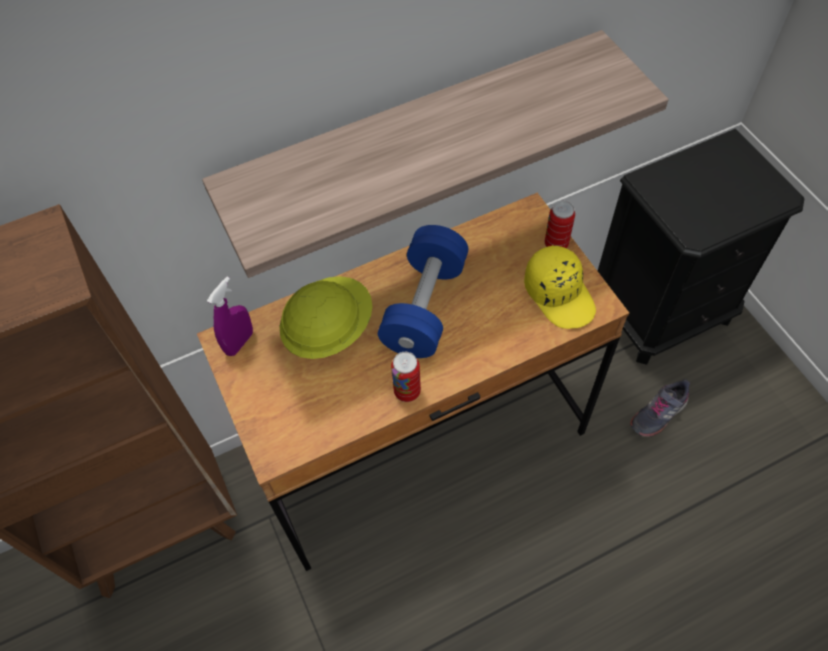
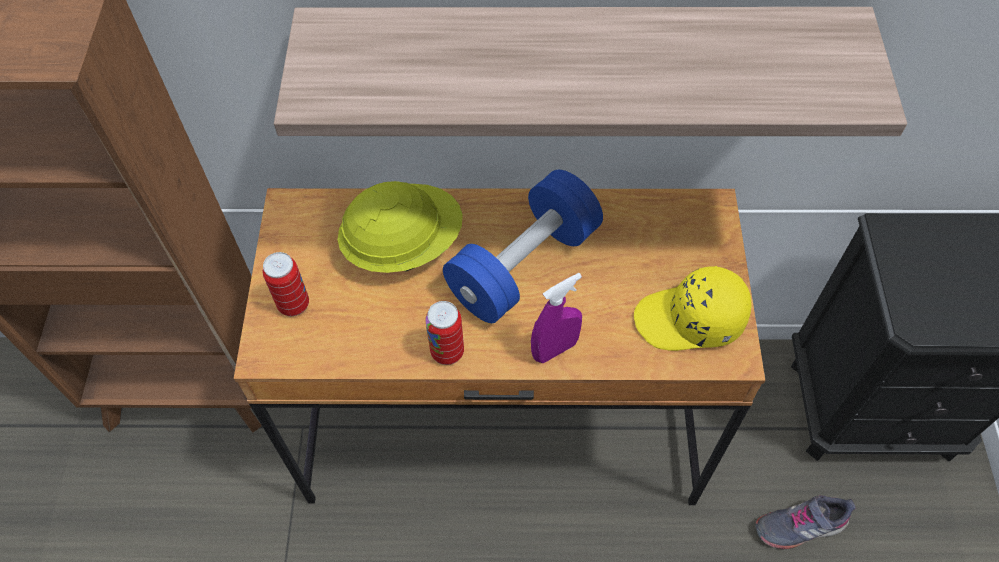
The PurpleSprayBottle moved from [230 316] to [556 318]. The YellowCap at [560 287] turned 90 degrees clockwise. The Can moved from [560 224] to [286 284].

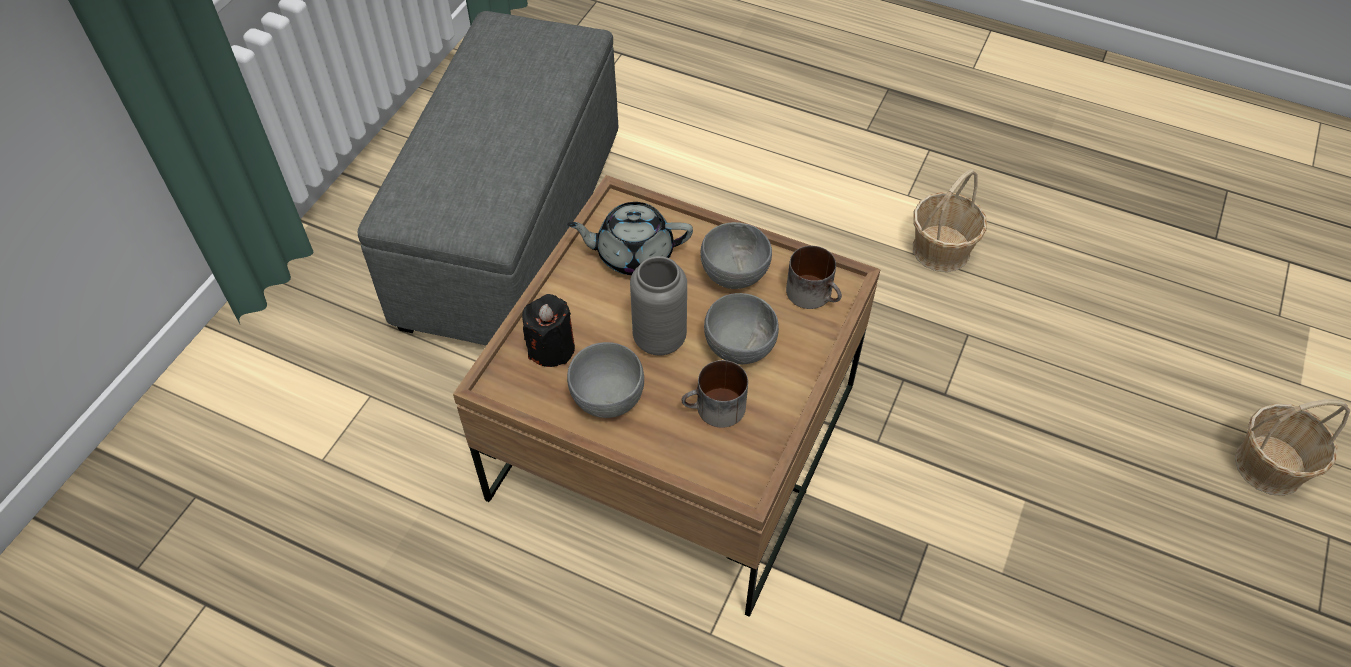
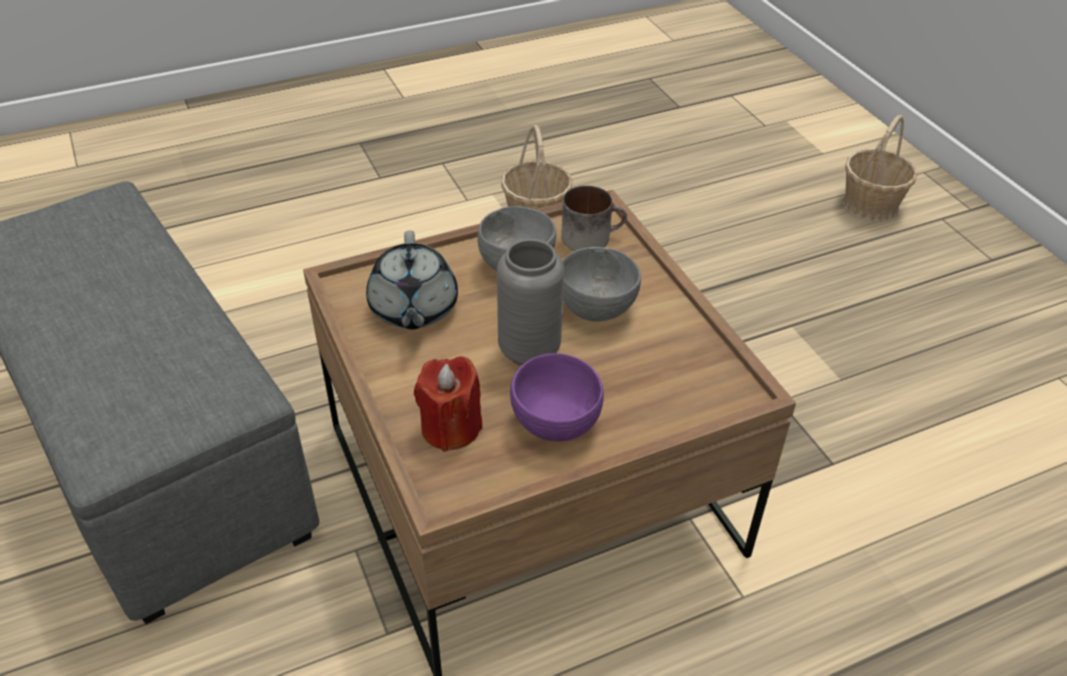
The BlackCandle at [548 330] became the RedCandle at [448 404]. The GreyTeapot at [630 238] turned 45 degrees counterclockwise. The GreyBowl at [605 380] became the PurpleBowl at [557 397]. The Mug at [715 394] disappeared.

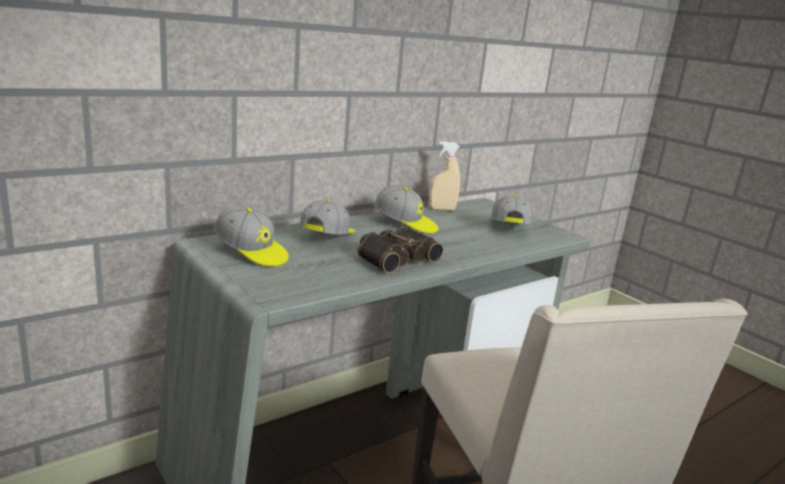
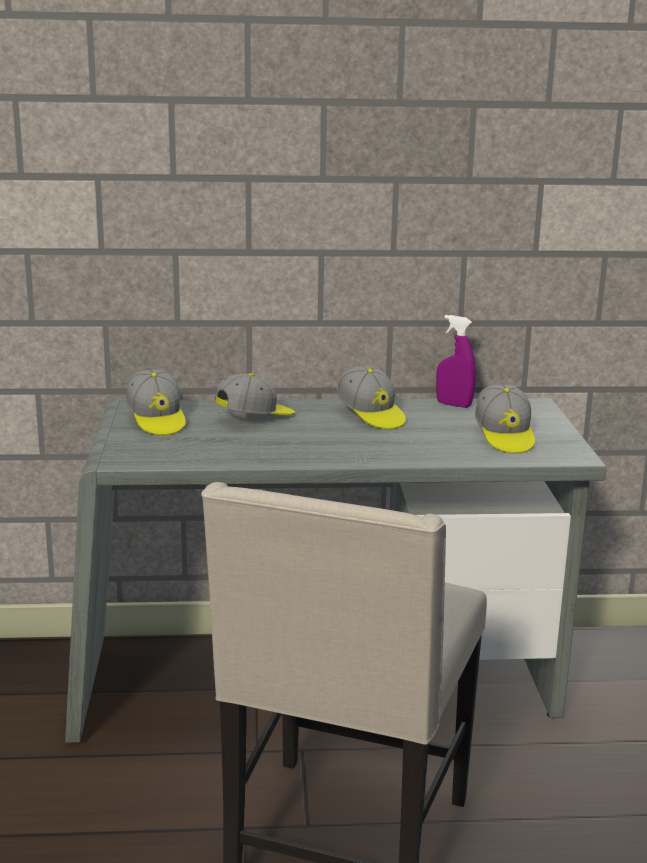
The Binoculars at [400 250] disappeared. The BeigeSprayBottle at [444 176] became the PurpleSprayBottle at [456 361]. The Cap at [512 209] turned 135 degrees clockwise.

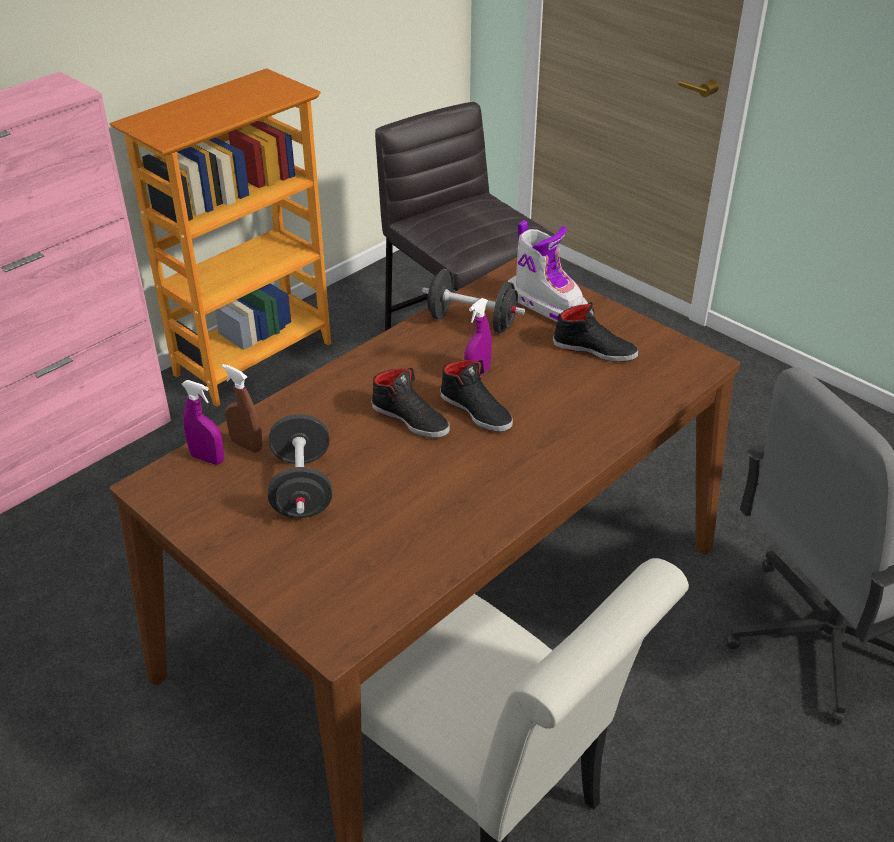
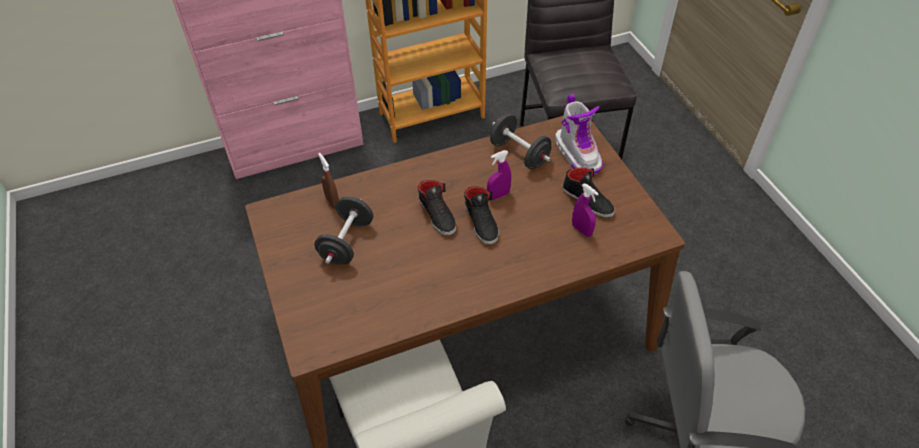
The PurpleSprayBottle moved from [203 422] to [585 210].

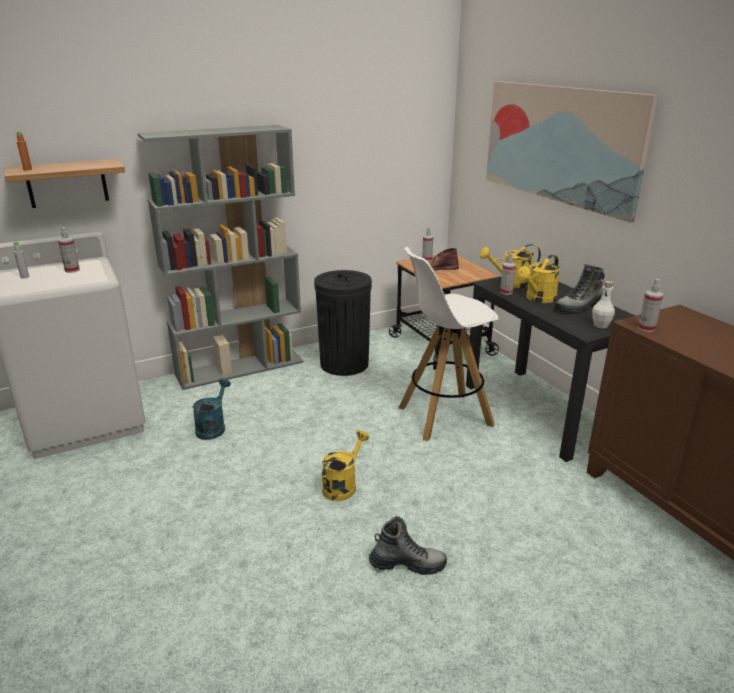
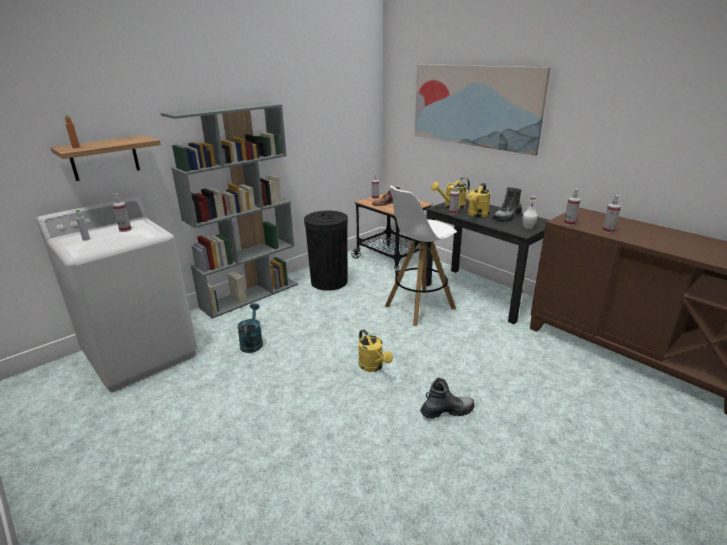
The YellowWateringCan at [345 465] turned 135 degrees clockwise. The SprayBottle at [611 214] appeared.

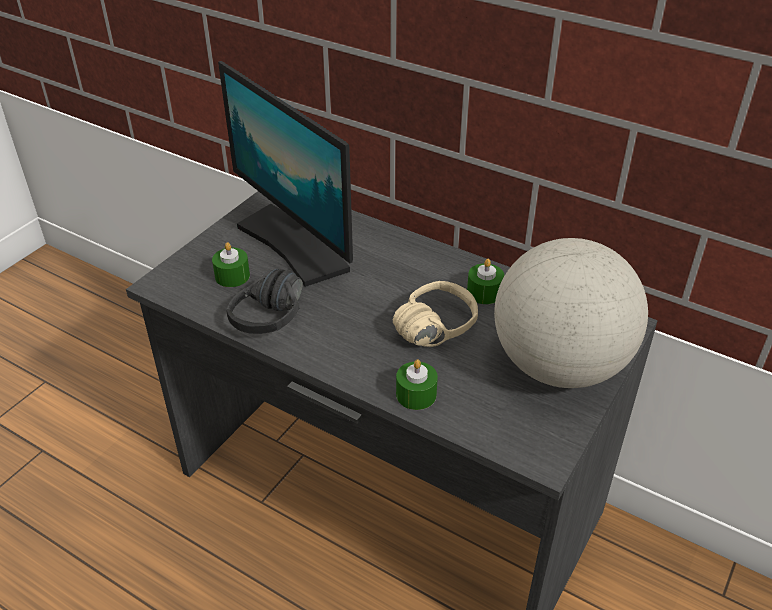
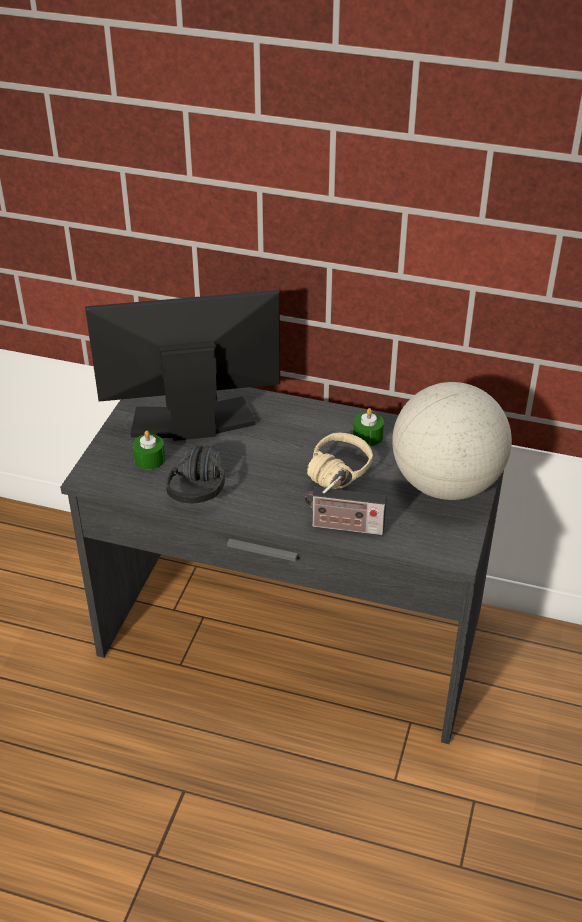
The Monitor at [285 174] turned 135 degrees clockwise. The GreenCandle at [417 384] was replaced by the Radio at [346 505].

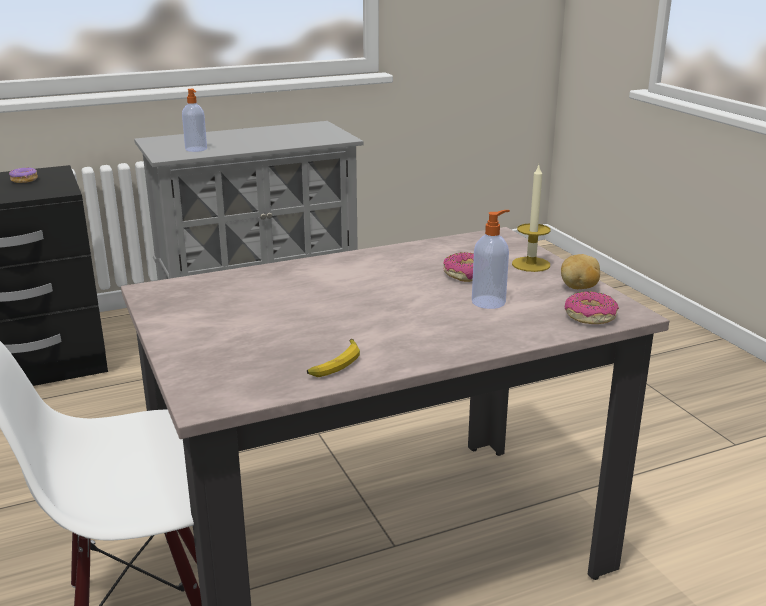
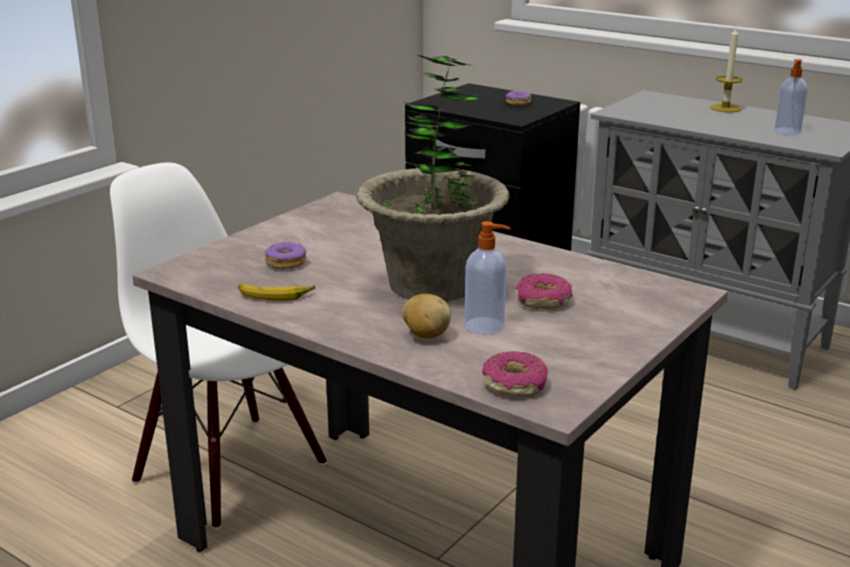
The SoapDispenser moved from [194 120] to [791 97]. The Candle moved from [531 218] to [726 69]. The Potato moved from [580 271] to [426 316]. The Donut at [285 255] appeared. The PottedPlant at [433 178] appeared.

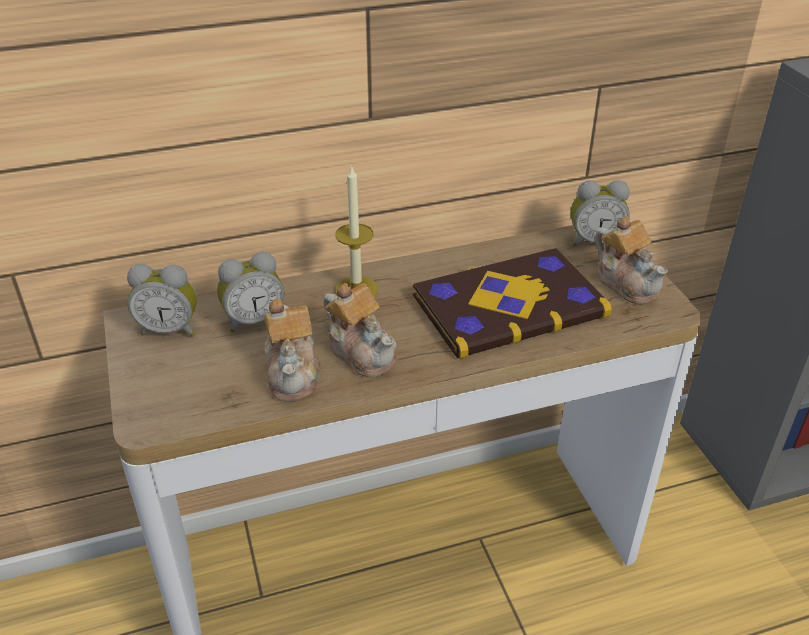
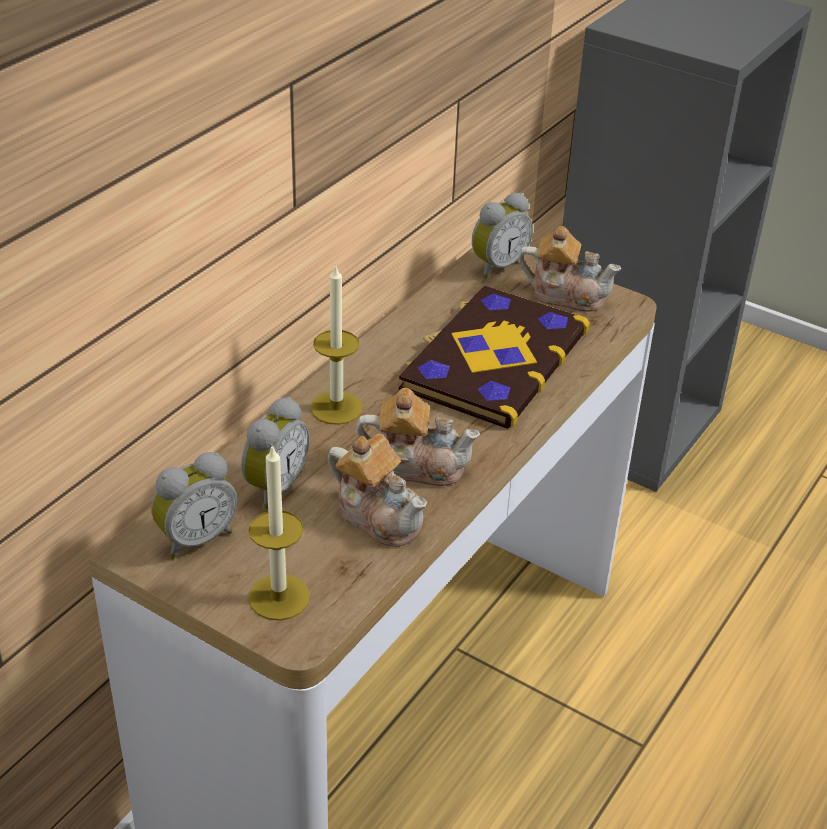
The Candle at [279 533] appeared.

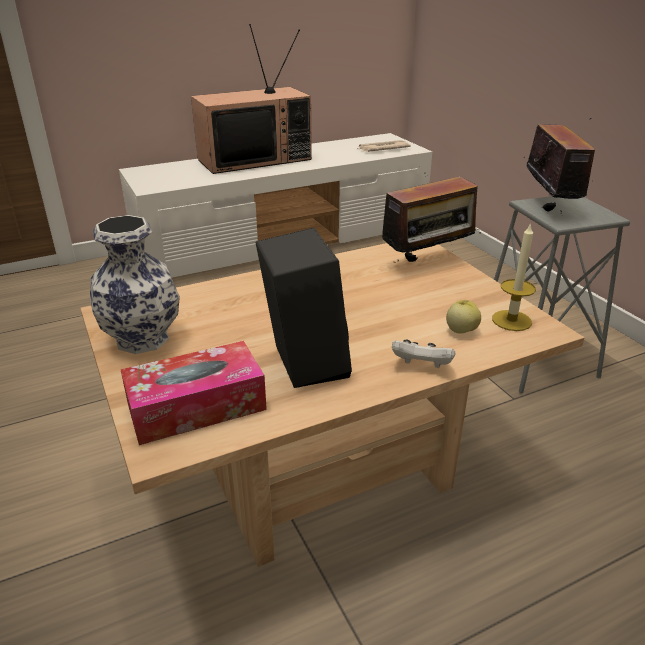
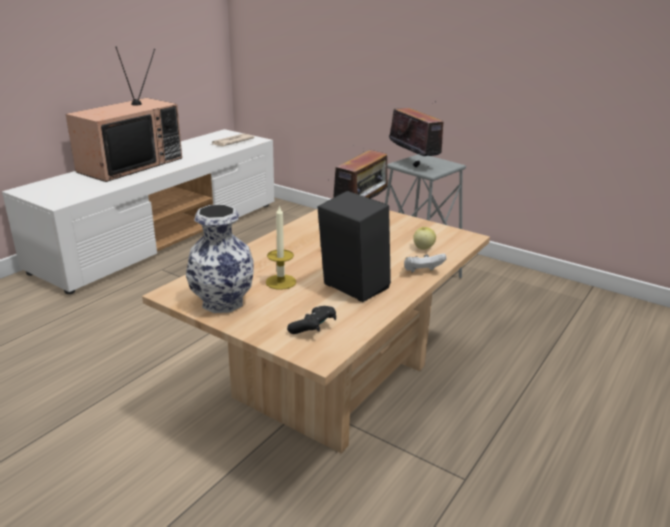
The TissueBox at [193 393] was replaced by the BlackGameController at [311 320]. The Candle moved from [514 276] to [281 247].

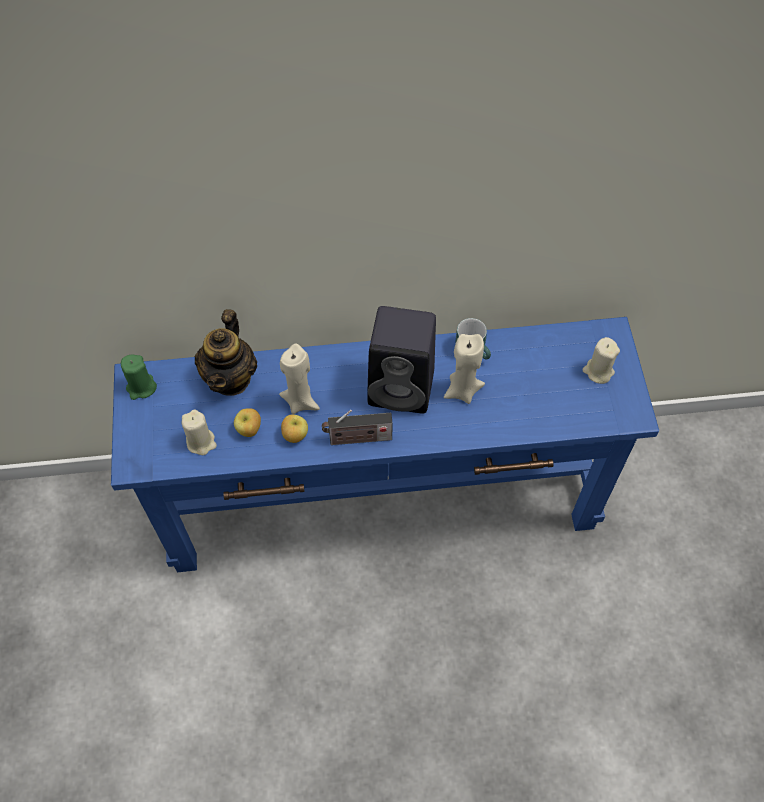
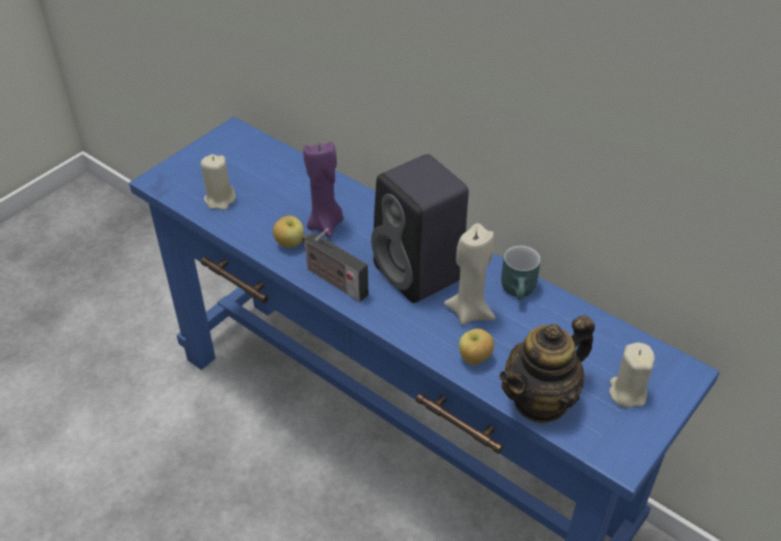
The GreenCandle at [139 377] disappeared. The Teapot moved from [226 352] to [547 369]. The Apple moved from [247 422] to [476 347]. The BeigeCandle at [299 378] became the PurpleCandle at [323 190].

